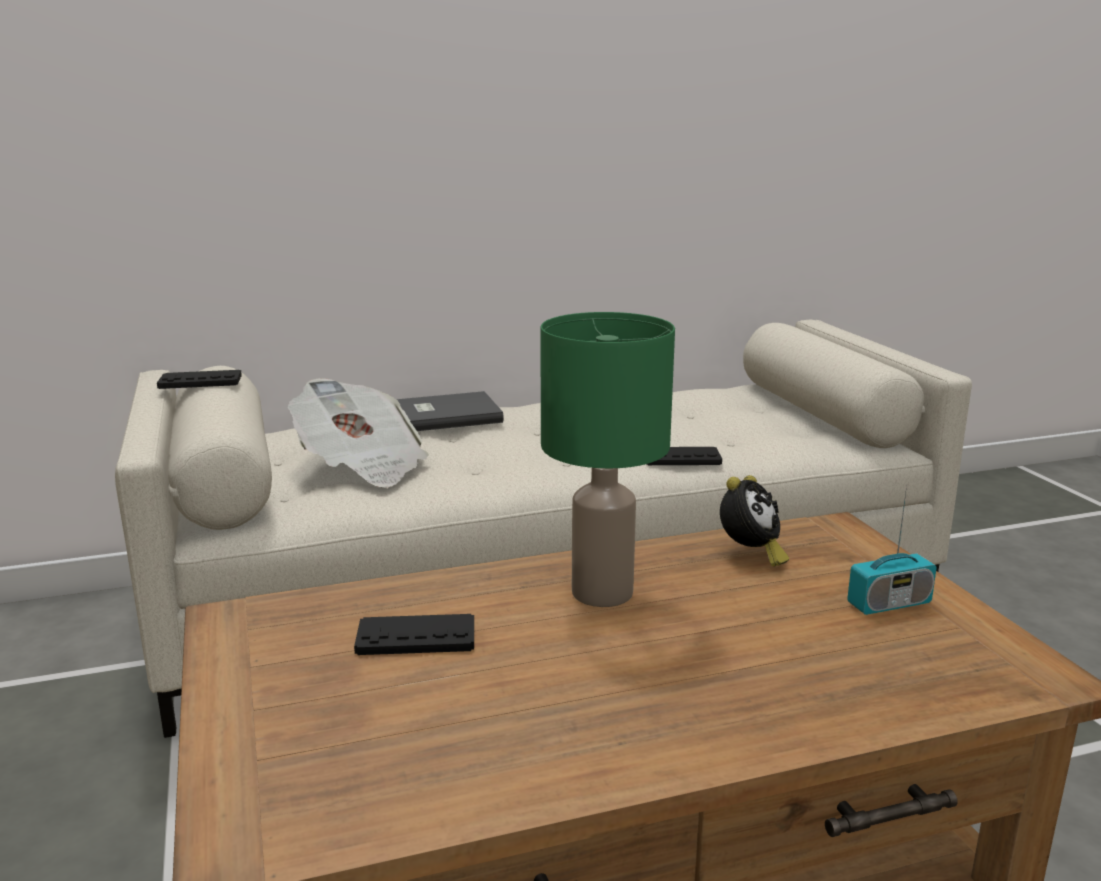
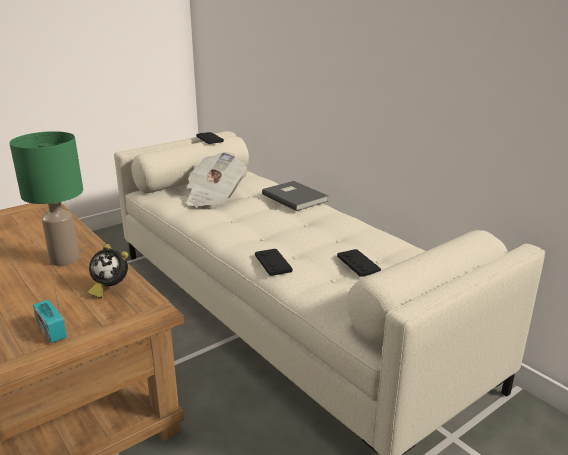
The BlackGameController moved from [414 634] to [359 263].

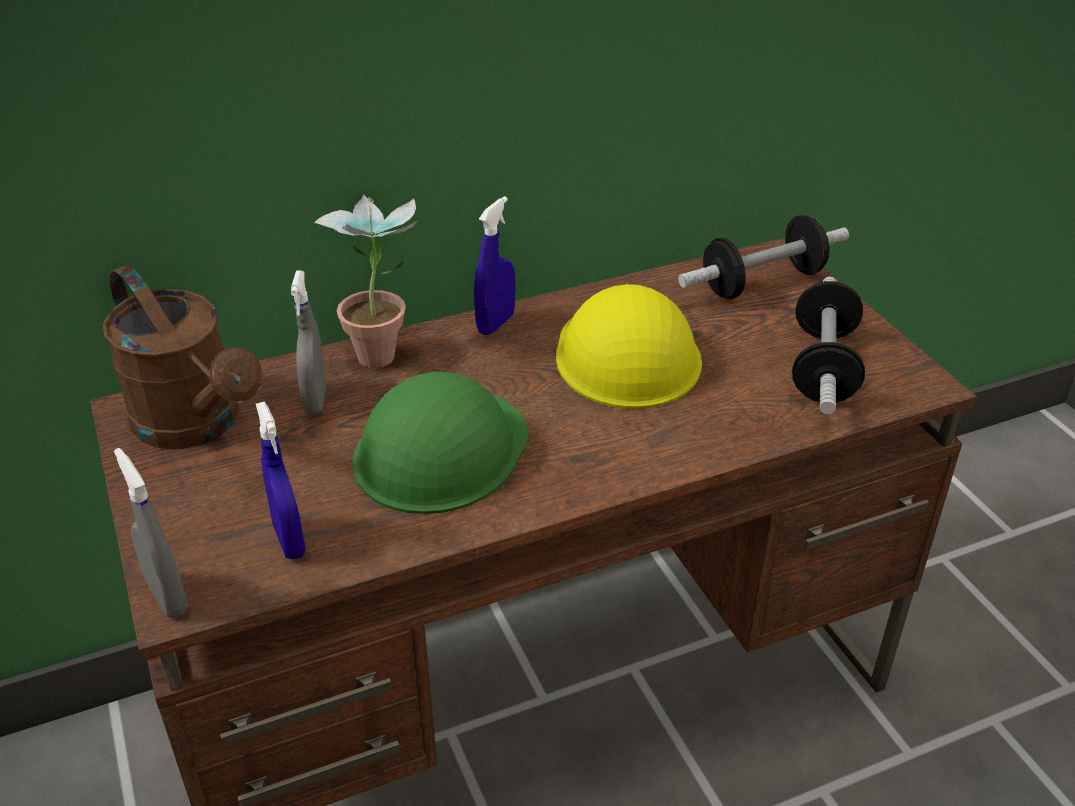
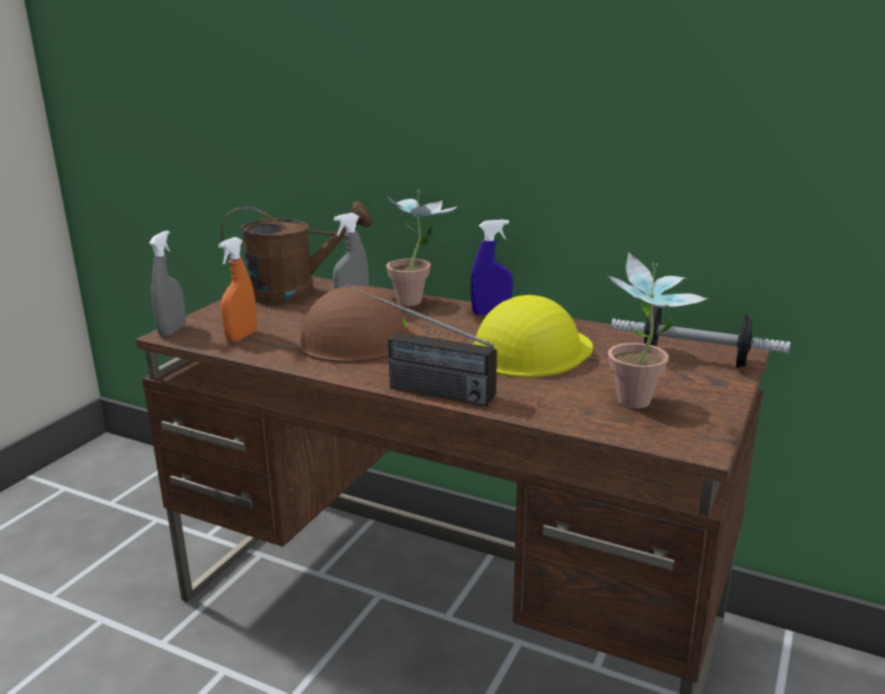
The BrownWateringCan at [183 357] turned 105 degrees counterclockwise. The BlueSprayBottle at [281 480] became the OrangeSprayBottle at [237 289]. The GreenHardHat at [440 443] became the BrownHardHat at [361 324]. The Dumbbell at [828 345] was replaced by the PottedPlant at [658 330]. The Radio at [421 345] appeared.

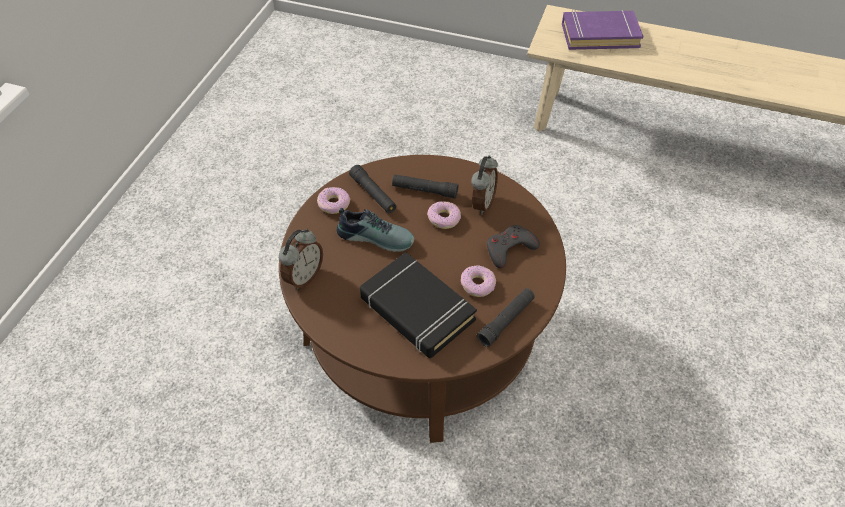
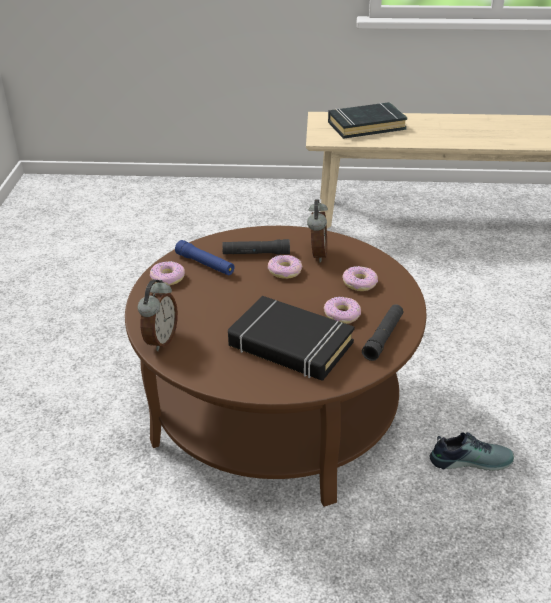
The Shoe moved from [375 230] to [471 451]. The BlackFlashlight at [372 189] became the BlueFlashlight at [204 257]. The GreyGameController at [513 246] was replaced by the Donut at [360 278]. The PurpleBook at [602 30] became the BlackBook at [368 120].

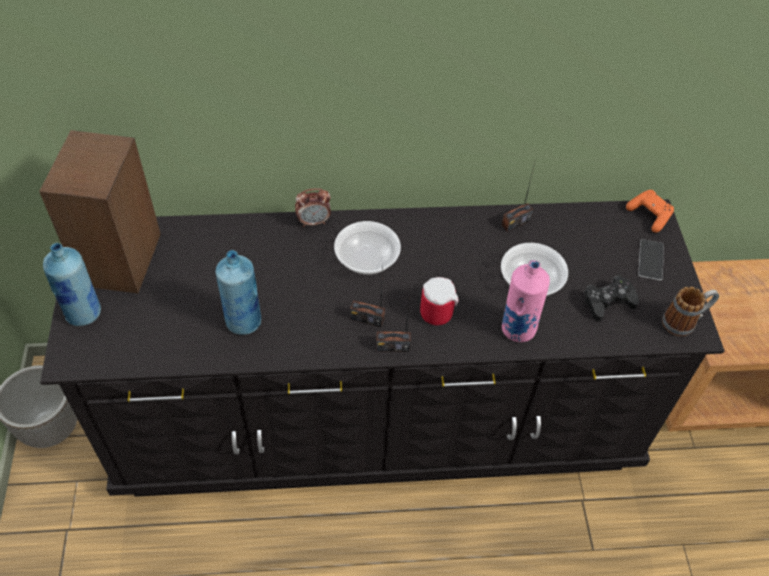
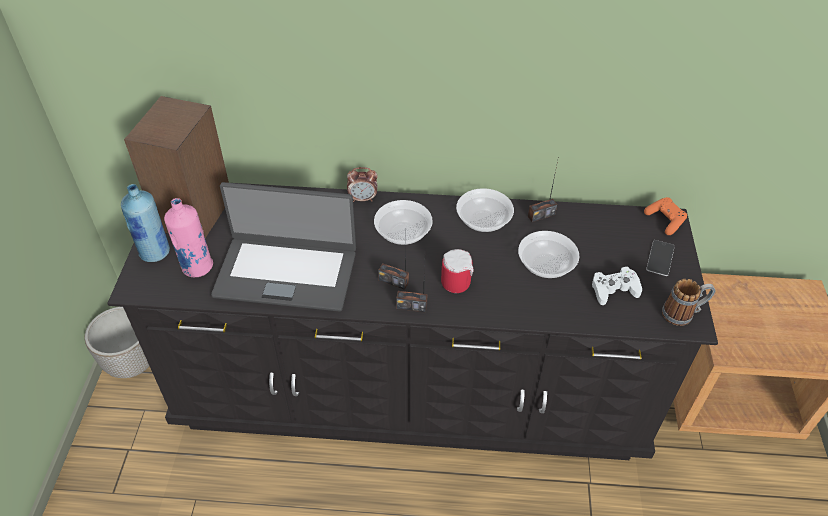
The BlueBottle at [238 292] was replaced by the Laptop at [283 247]. The PinkBottle moved from [526 301] to [188 237]. The BlackGameController at [611 298] became the WhiteGameController at [617 285]. The Bowl at [485 210] appeared.

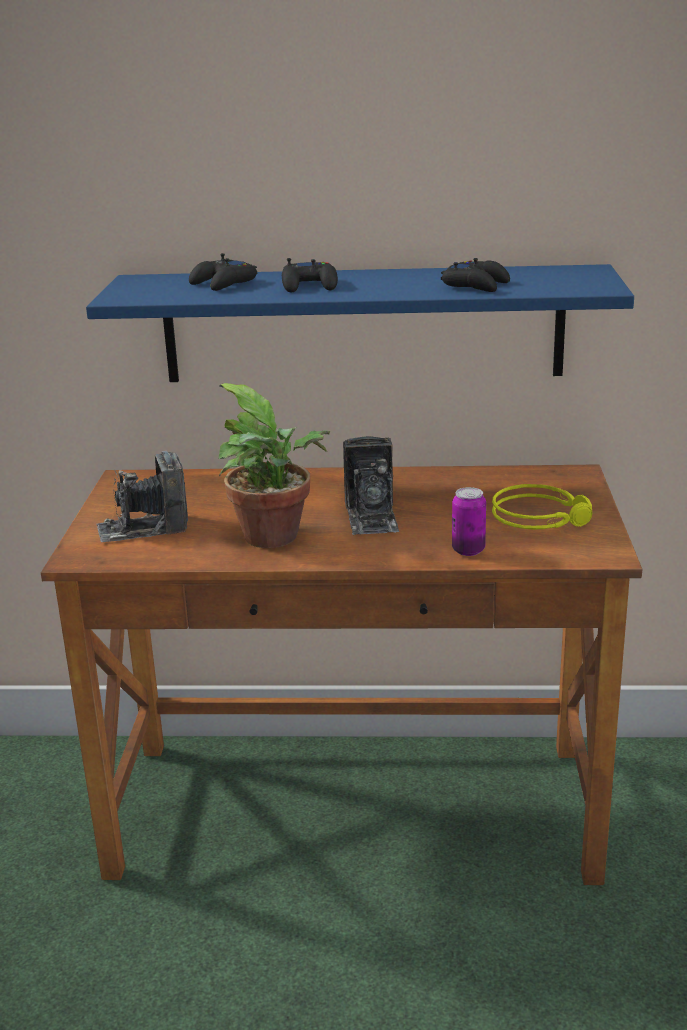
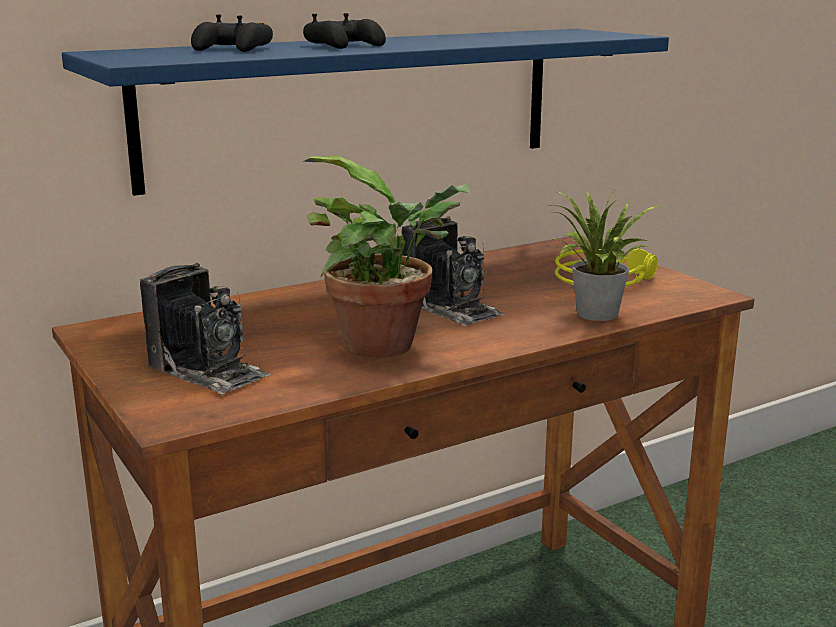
The PhotoCamera at [142 496] turned 90 degrees counterclockwise. The BlackGameController at [475 275] disappeared. The Can at [469 521] was replaced by the PottedPlant at [606 256].

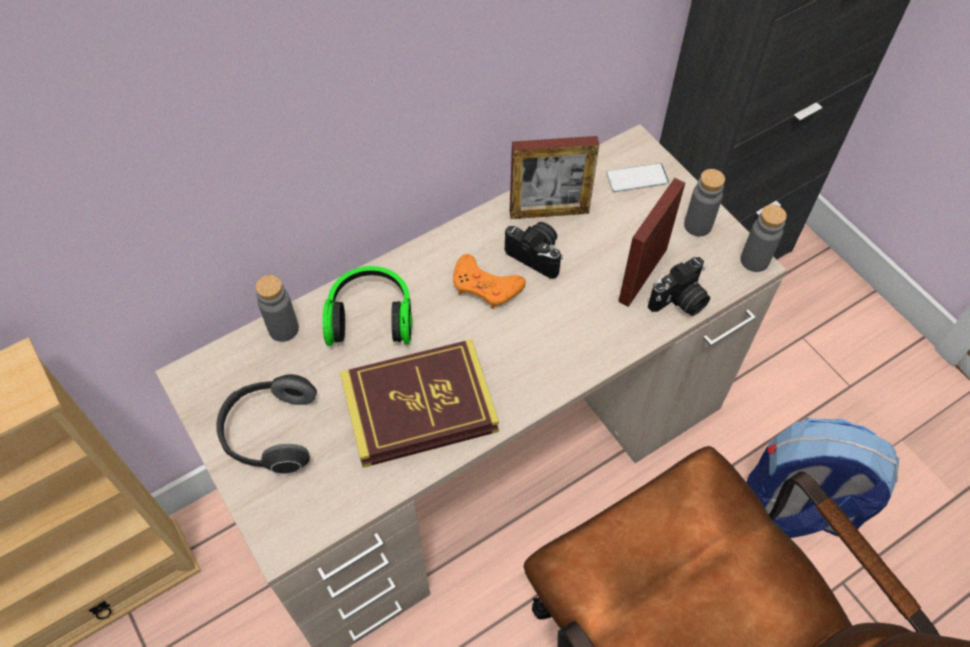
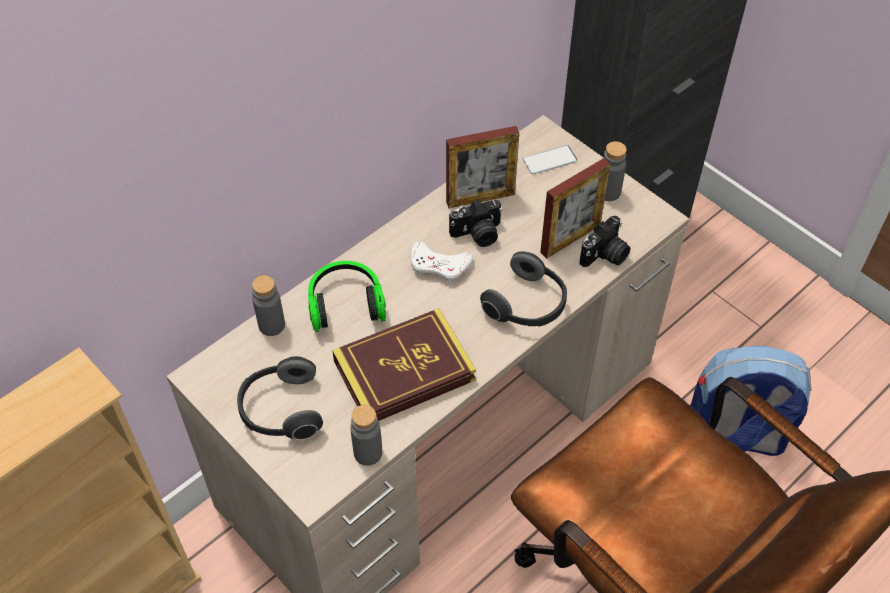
The OrangeGameController at [489 281] became the WhiteGameController at [441 262]. The PhotoCamera at [534 250] turned 135 degrees clockwise. The PictureFrame at [651 242] turned 150 degrees counterclockwise. The GreyBottle moved from [763 238] to [366 435]. The Headphones at [523 289] appeared.

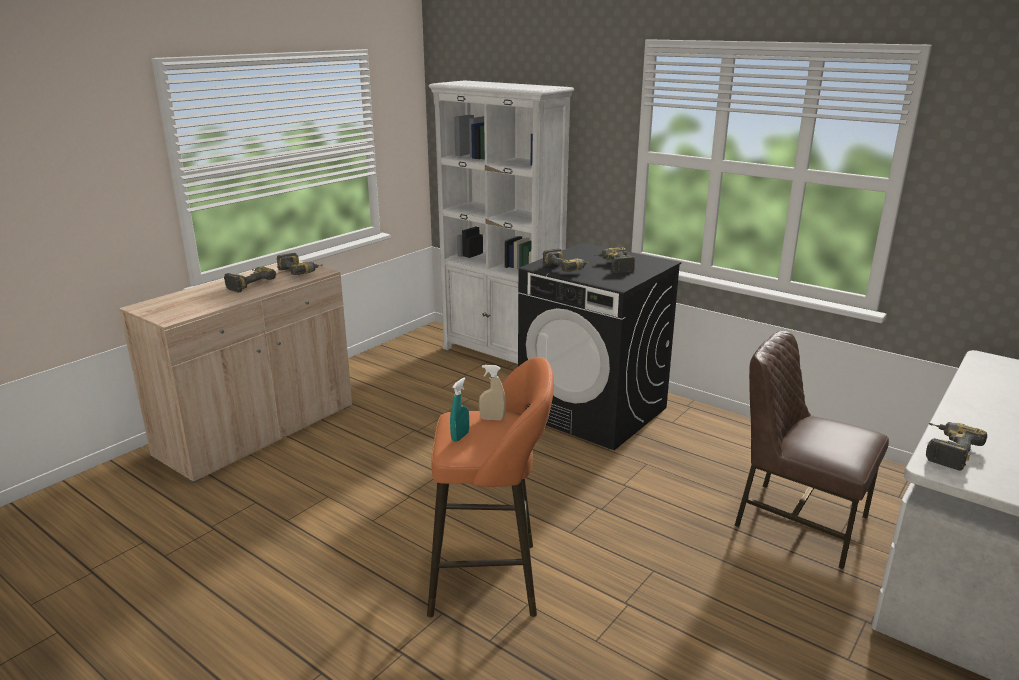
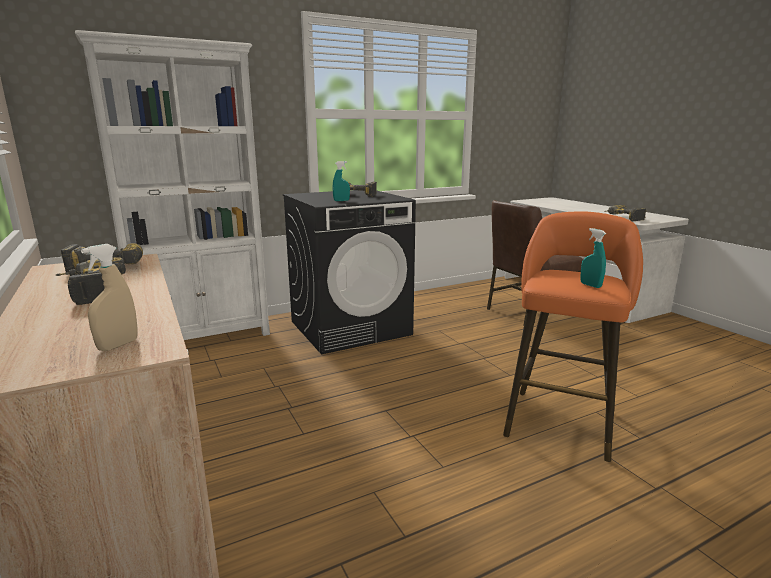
The BeigeSprayBottle moved from [492 392] to [109 297]. The PowerDrill at [566 260] was replaced by the TurquoiseSprayBottle at [341 181].

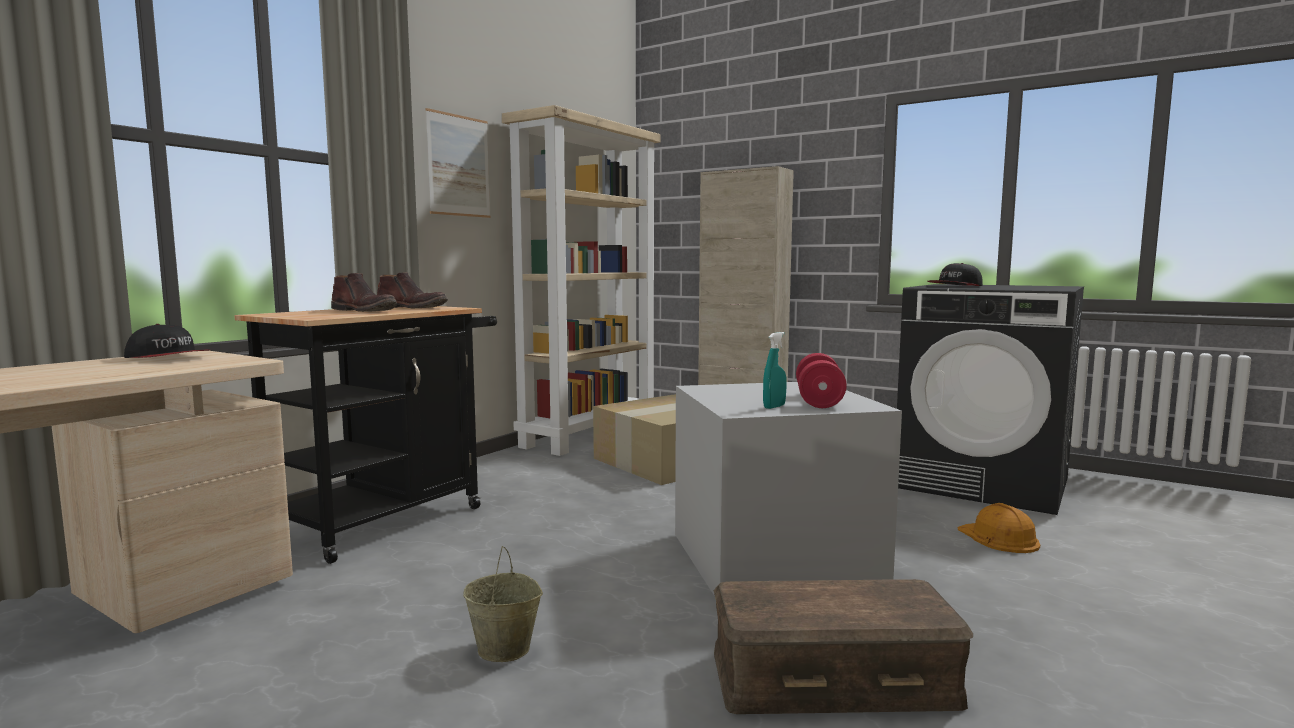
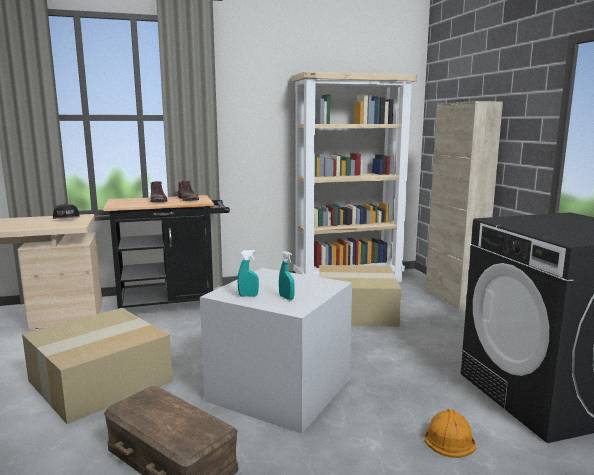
The Picture at [458 163] disappeared. The BeigeBucket at [503 604] was replaced by the CardboardBox at [97 366]. The RedDumbbell at [821 380] was replaced by the TurquoiseSprayBottle at [287 275]. The Cap at [955 274] disappeared.

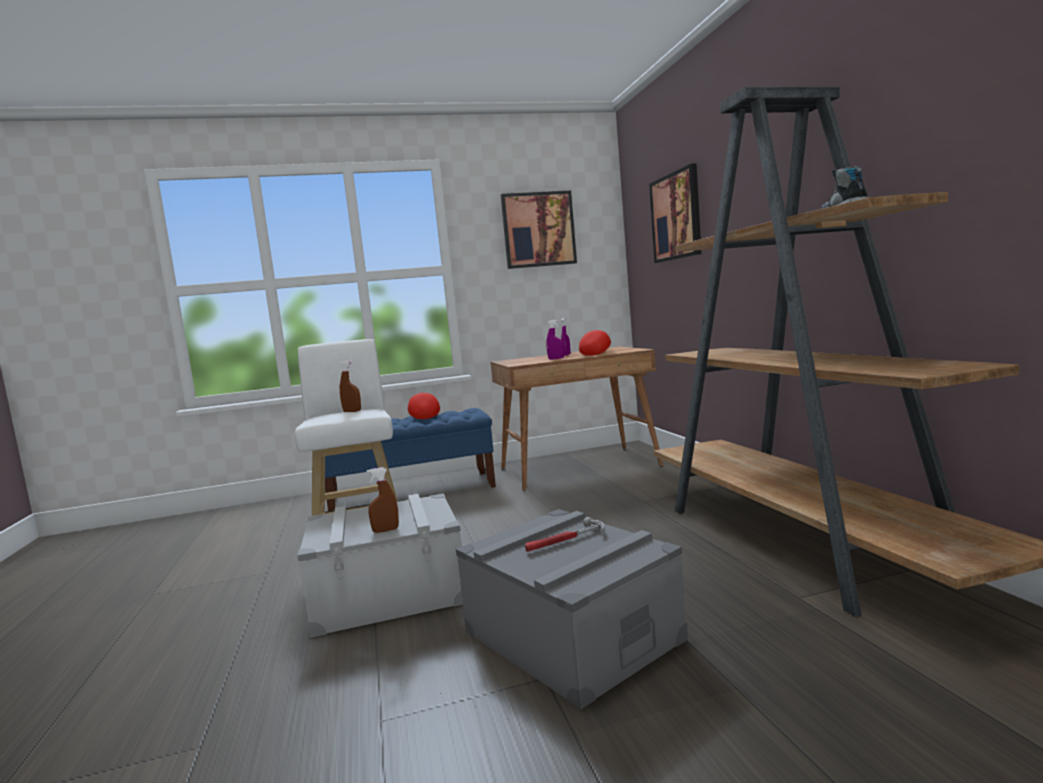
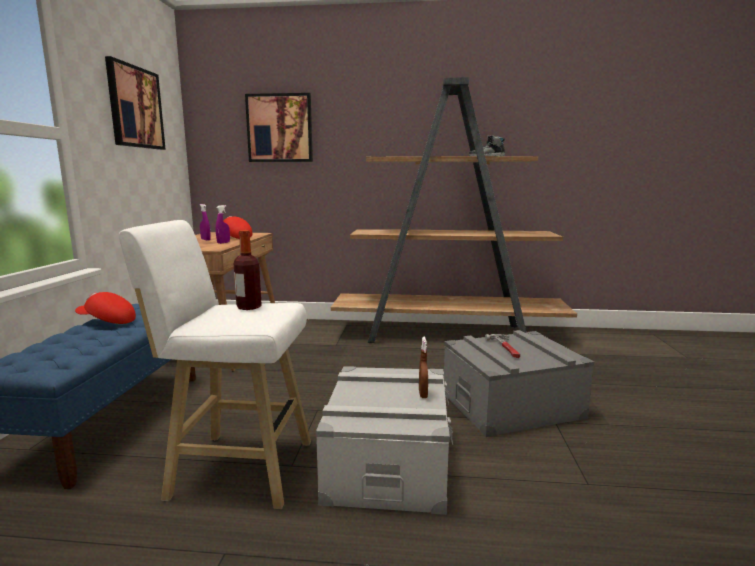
The BrownSprayBottle at [350 386] was replaced by the Bottle at [248 270].

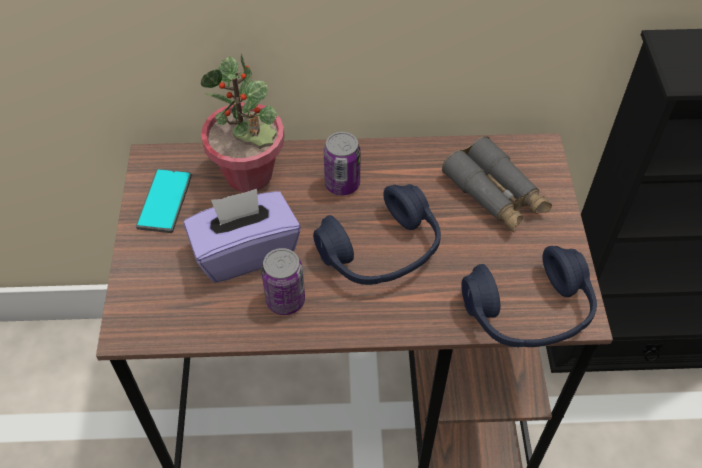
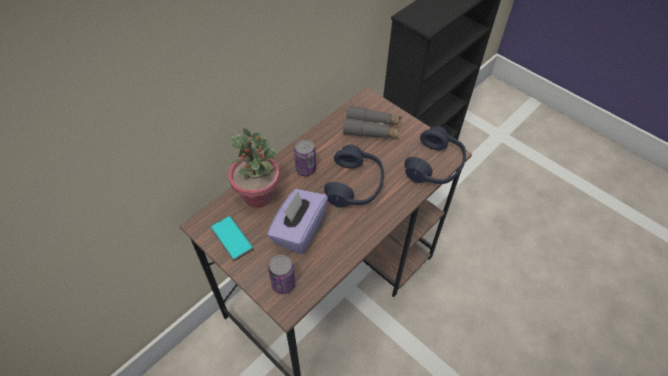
The Can moved from [283 281] to [282 274].

